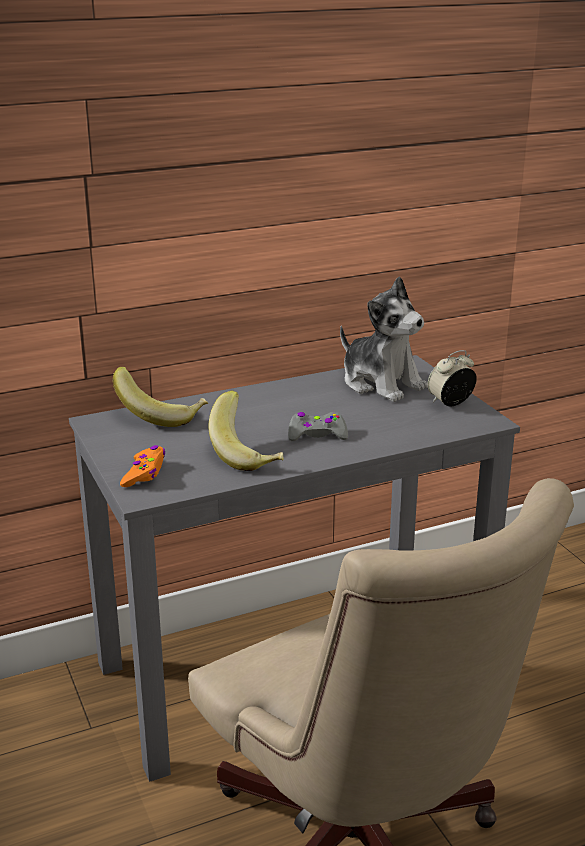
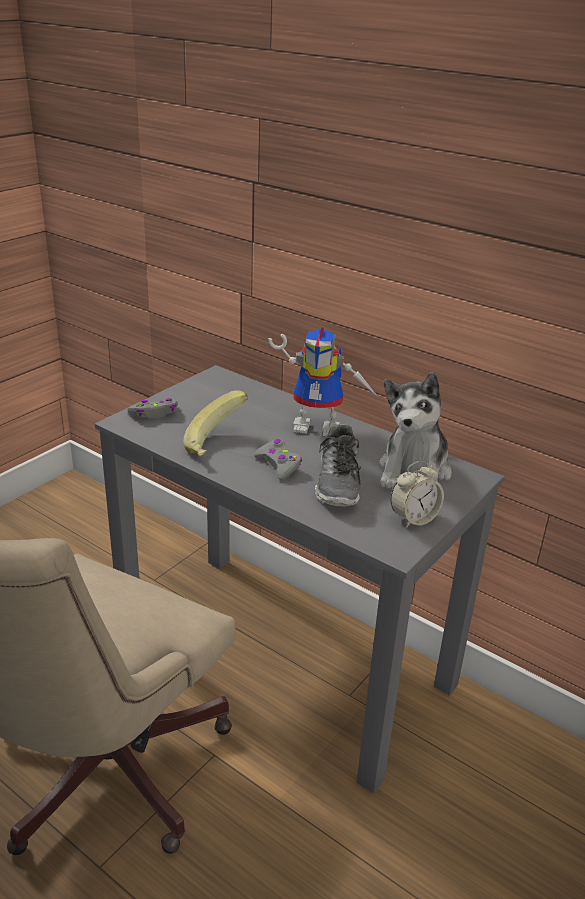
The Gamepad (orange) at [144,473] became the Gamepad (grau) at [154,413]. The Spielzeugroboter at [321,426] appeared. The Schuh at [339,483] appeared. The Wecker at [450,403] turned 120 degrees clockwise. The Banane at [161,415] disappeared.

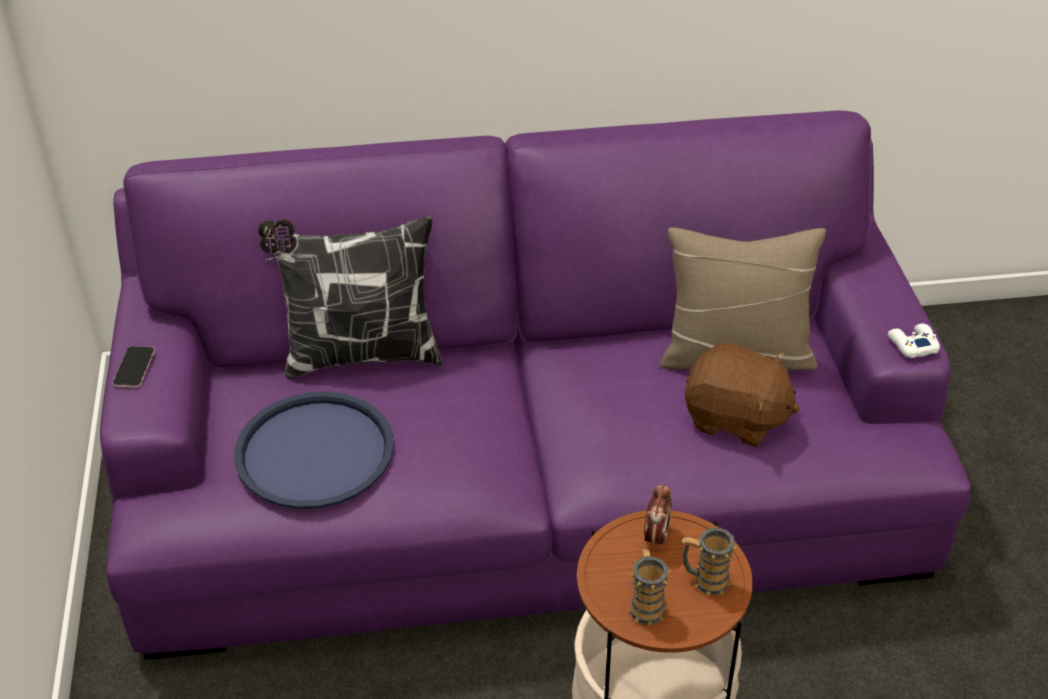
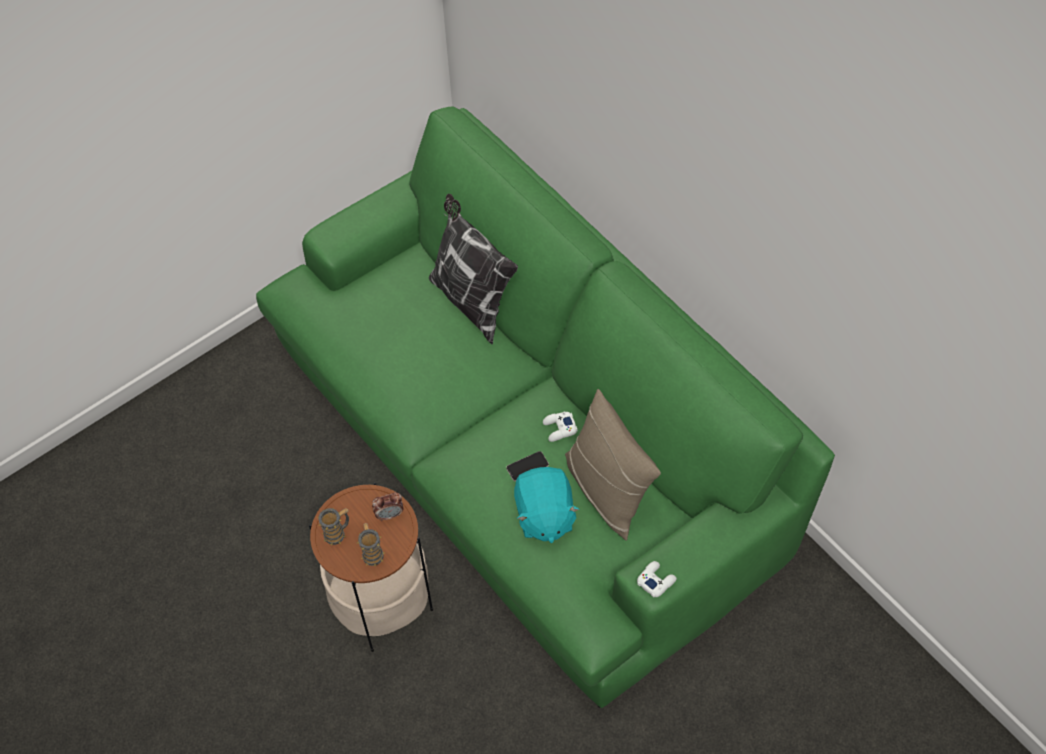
The Sofa (lila) at [525,477] became the Sofa (grün) at [527,443]. The Handy moved from [134,367] to [527,466]. The Plüschtier (braun) at [735,419] became the Plüschtier (türkis) at [544,516]. The Gamepad (weiß) at [559,429] appeared. The Tablett (blau) at [314,451] disappeared.

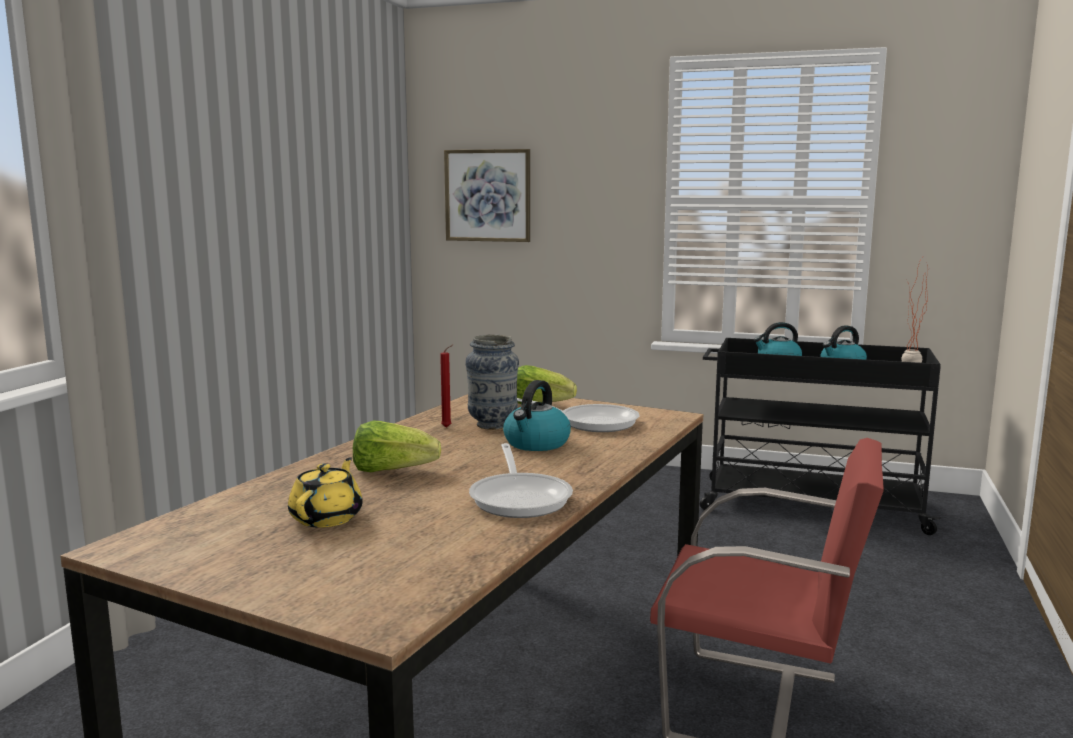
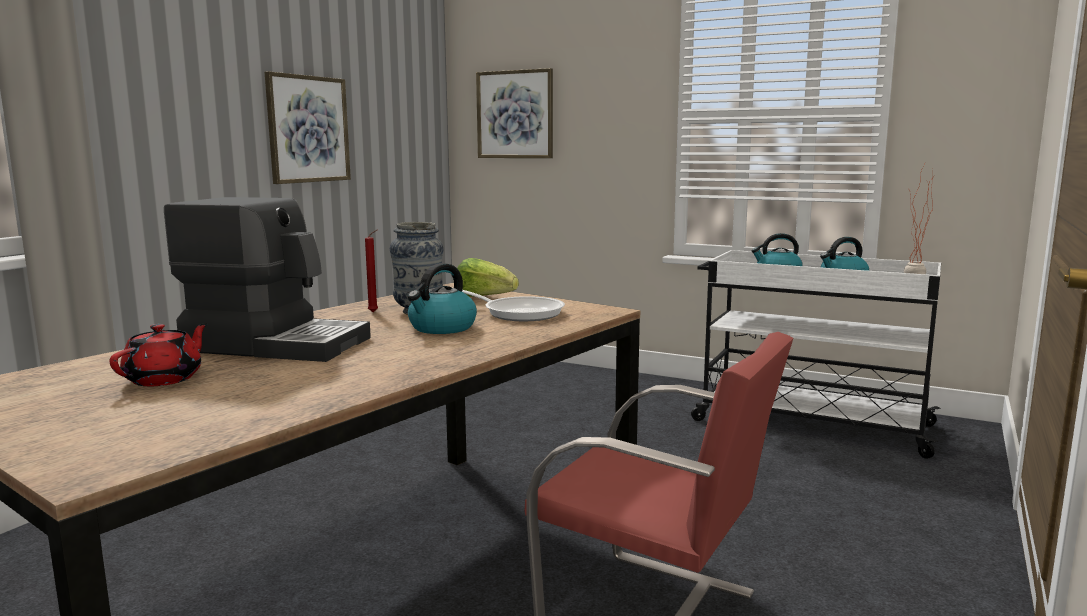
The Teekanne (gelb) at [327,518] became the Teekanne (rot) at [165,379]. The Salatkopf at [392,471] was replaced by the Kaffeemaschine at [277,344]. The Bild at [308,129] appeared. The Rollwagen (schwarz) at [810,506] became the Rollwagen (weiß) at [808,422]. The Pfanne at [520,498] disappeared.

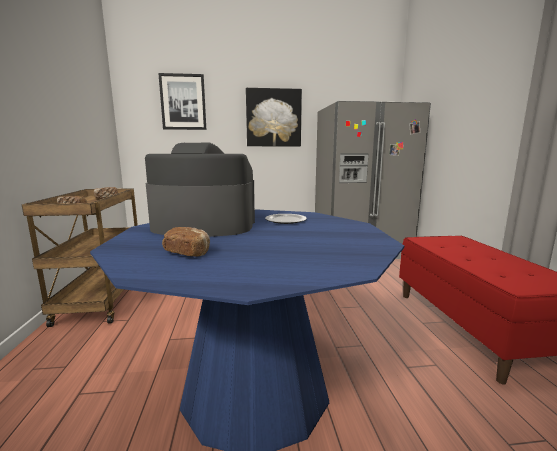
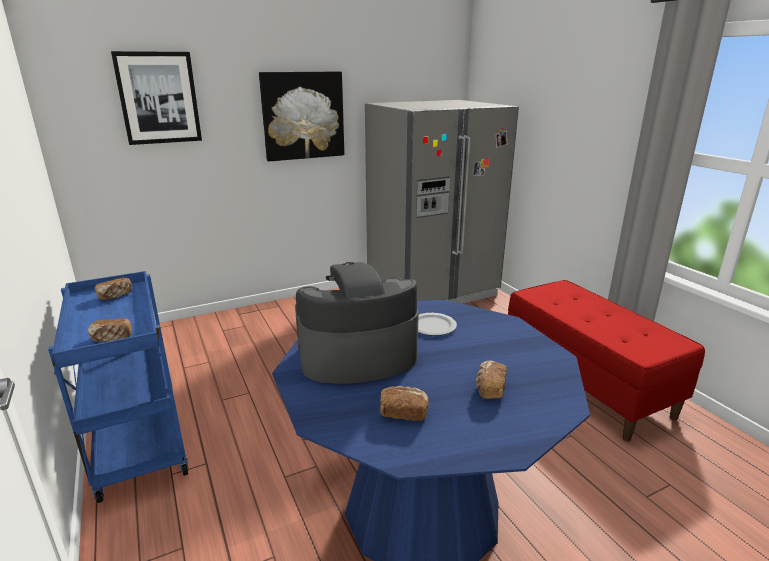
The Rollwagen (braun) at [101,300] became the Rollwagen (blau) at [138,443]. The Brot at [489,389] appeared.

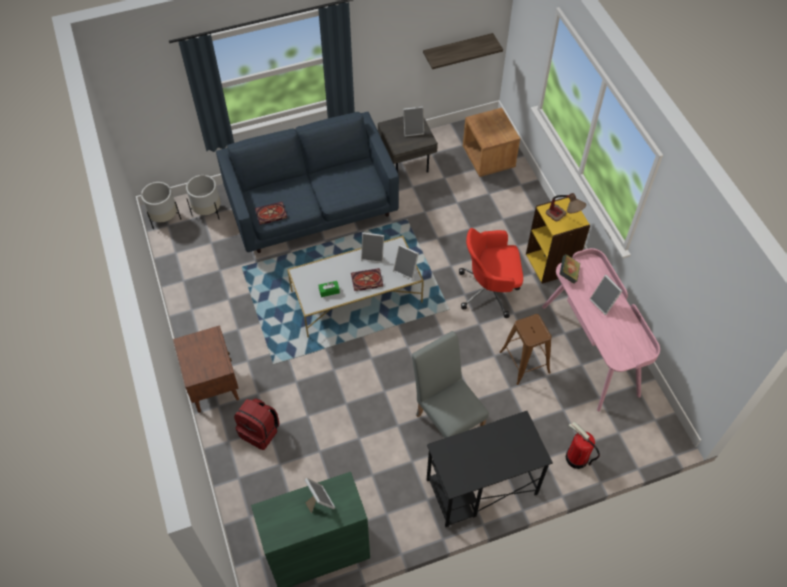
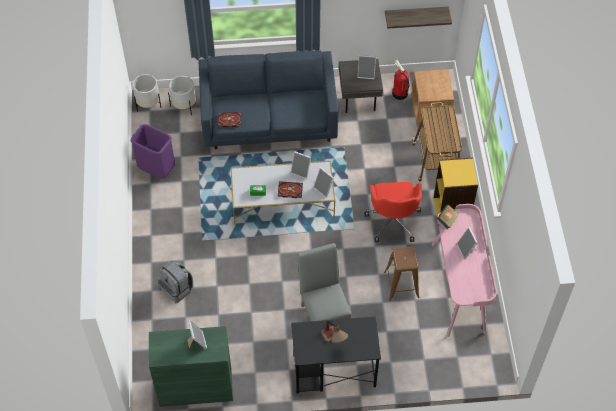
The Mülleimer (lila) at [157,169] appeared. The Rucksack (rot) at [260,431] became the Rucksack (grau) at [177,289]. The Tischlampe moved from [563,219] to [334,341]. The Bürostuhl (rot) at [490,290] turned 105 degrees counterclockwise. The Feuerlöscher moved from [576,458] to [399,93]. The Rollwagen at [435,162] appeared. The Nachttisch (braun) at [214,386] disappeared.

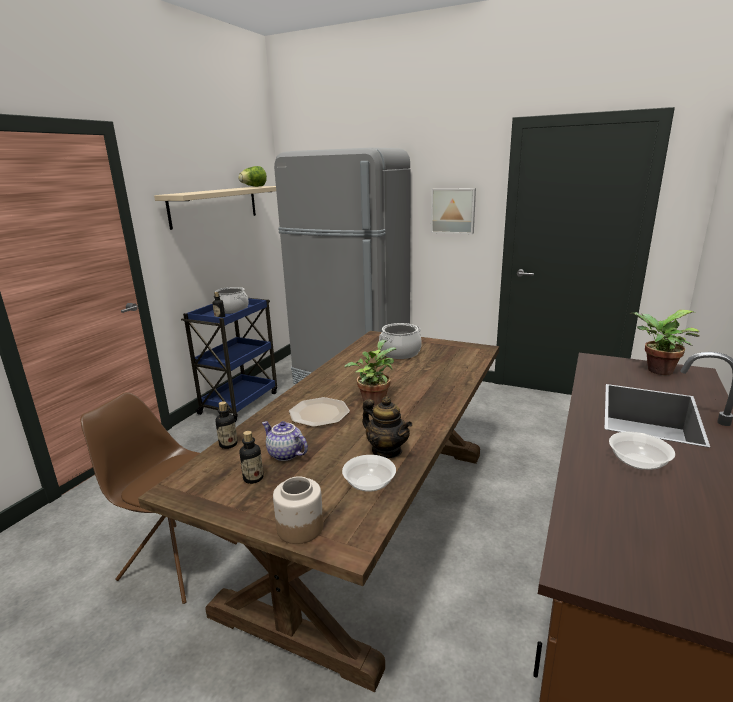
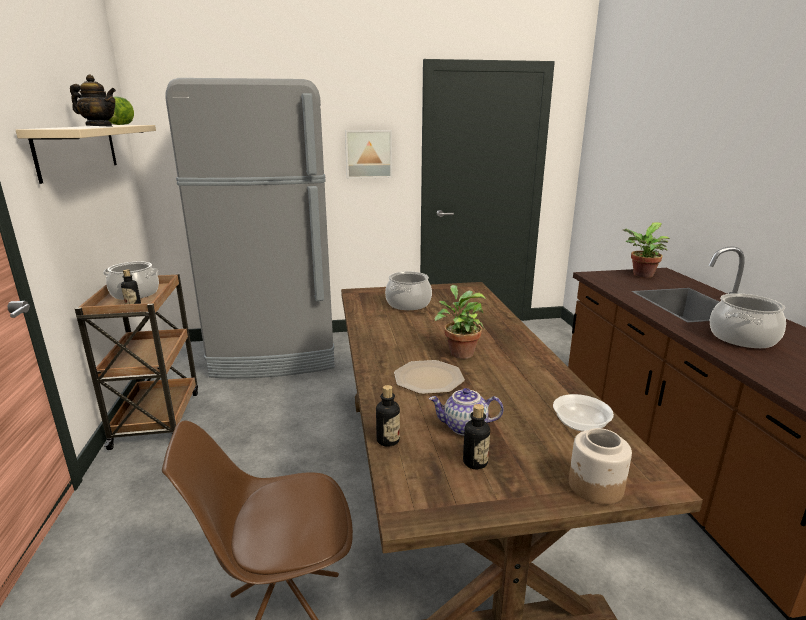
The Teekanne moved from [387,451] to [99,126]. The Rollwagen (blau) at [240,402] became the Rollwagen (braun) at [157,417]. The Schüssel at [638,462] was replaced by the Kochtopf at [743,338].

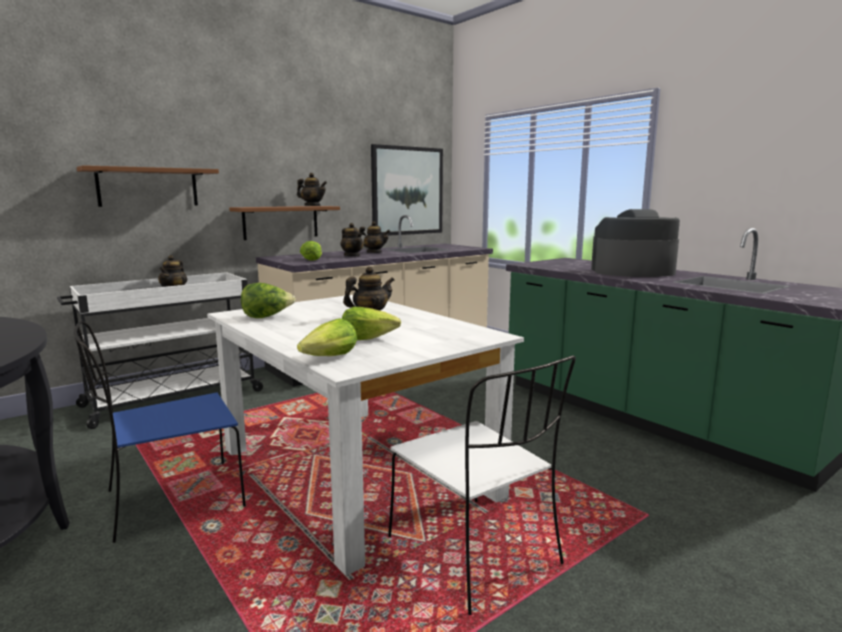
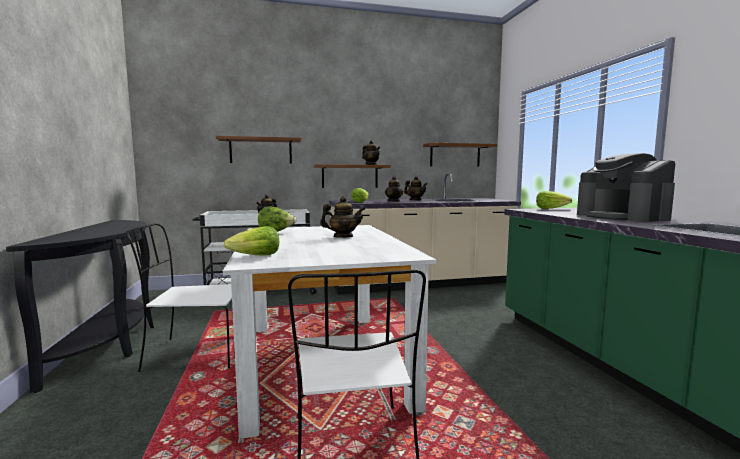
The Stuhl (blau) at [171,501] became the Stuhl (weiß) at [194,353]. The Bild at [407,191] was replaced by the Wandregal (braun) at [455,155]. The Salatkopf moved from [368,338] to [551,208]. The Kaffeemaschine at [632,272] turned 135 degrees counterclockwise.

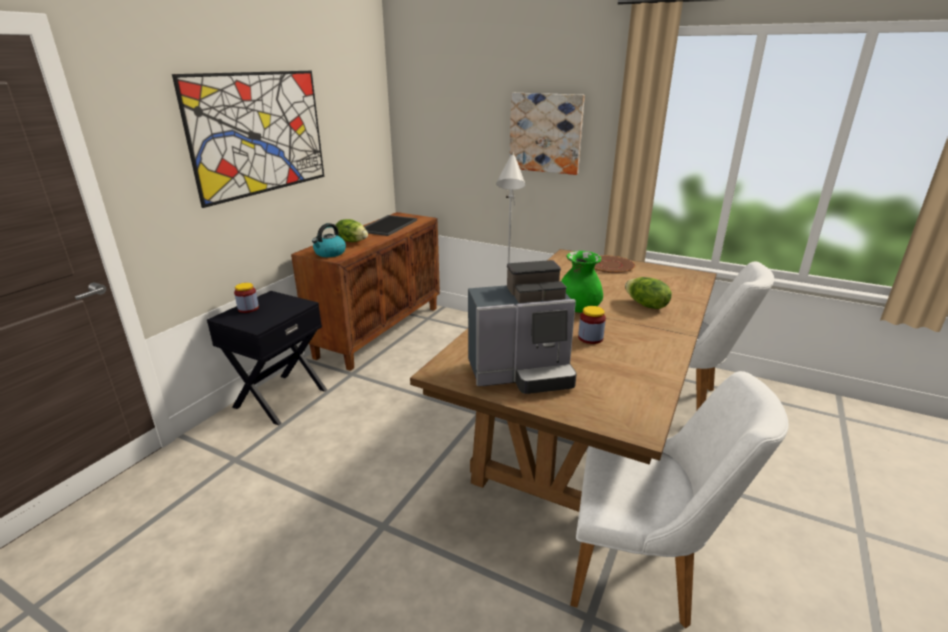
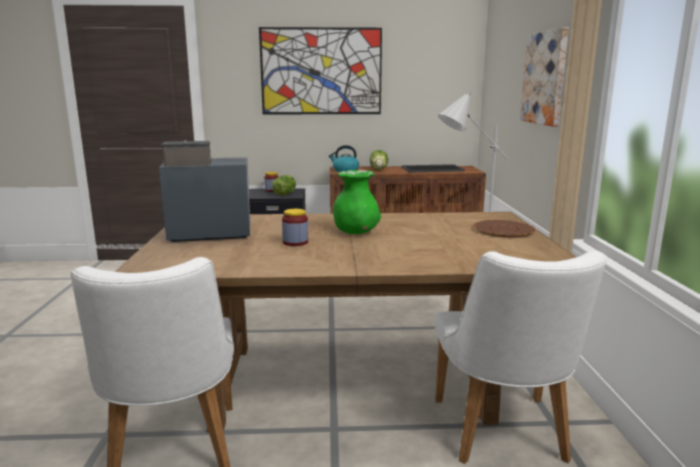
The Kaffeemaschine at [522,373] turned 120 degrees clockwise. The Salatkopf moved from [646,305] to [284,194].

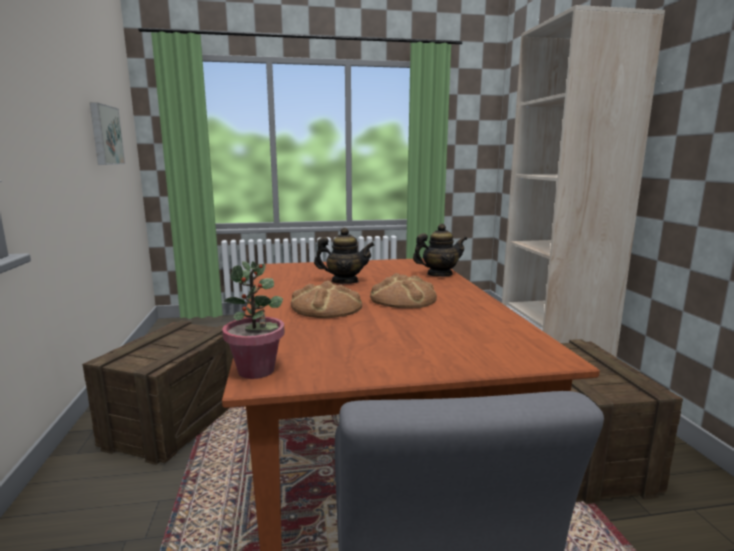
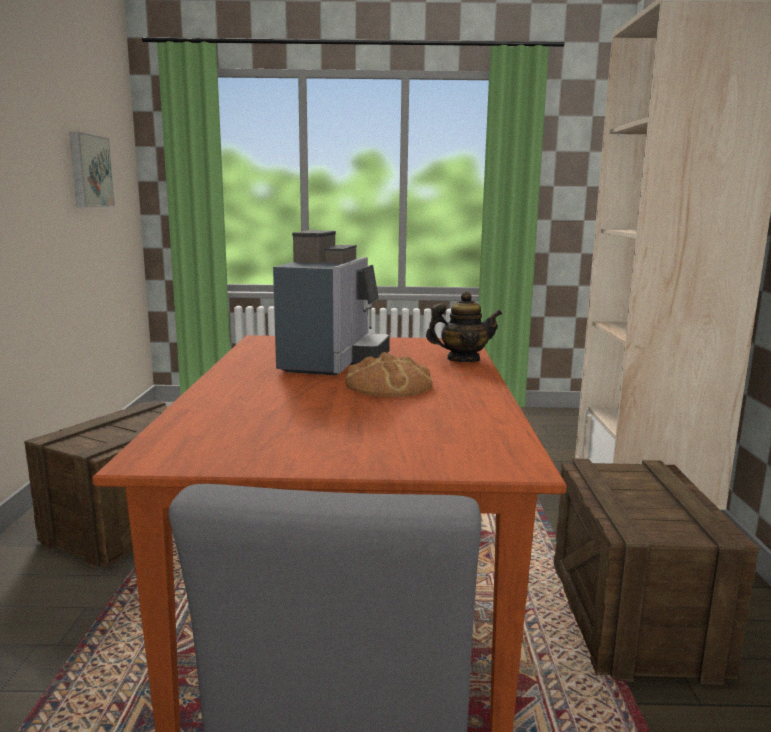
The Teekanne at [344,281] was replaced by the Kaffeemaschine at [333,361]. The Topfpflanze at [256,370] disappeared. The Brot at [326,307] disappeared.

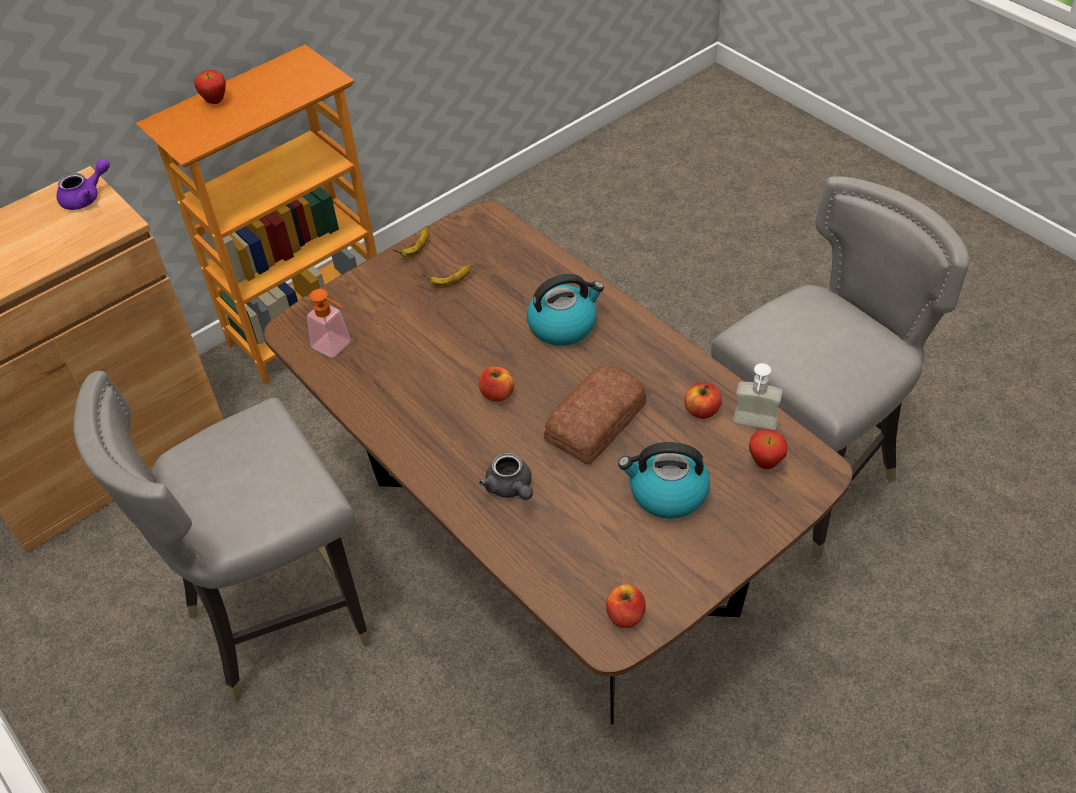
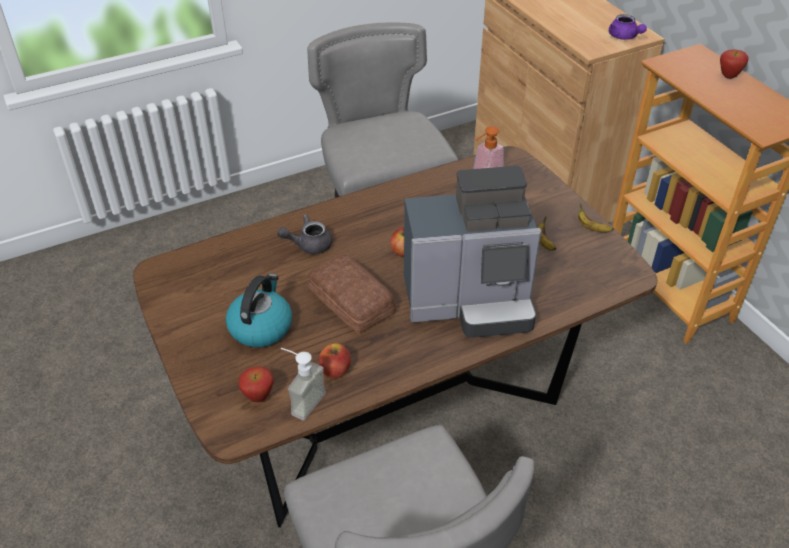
The Wasserkessel at [563,325] was replaced by the Kaffeemaschine at [470,302]. The Apfel at [625,615] disappeared.

